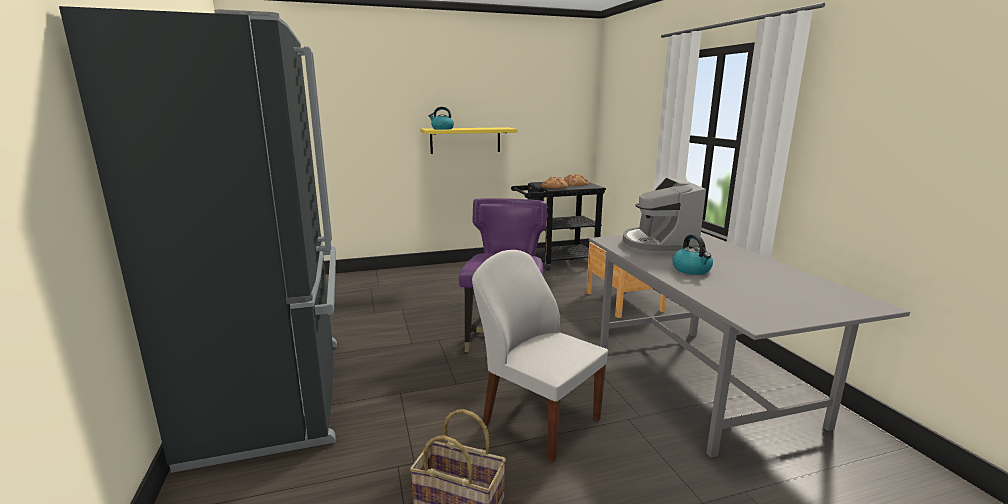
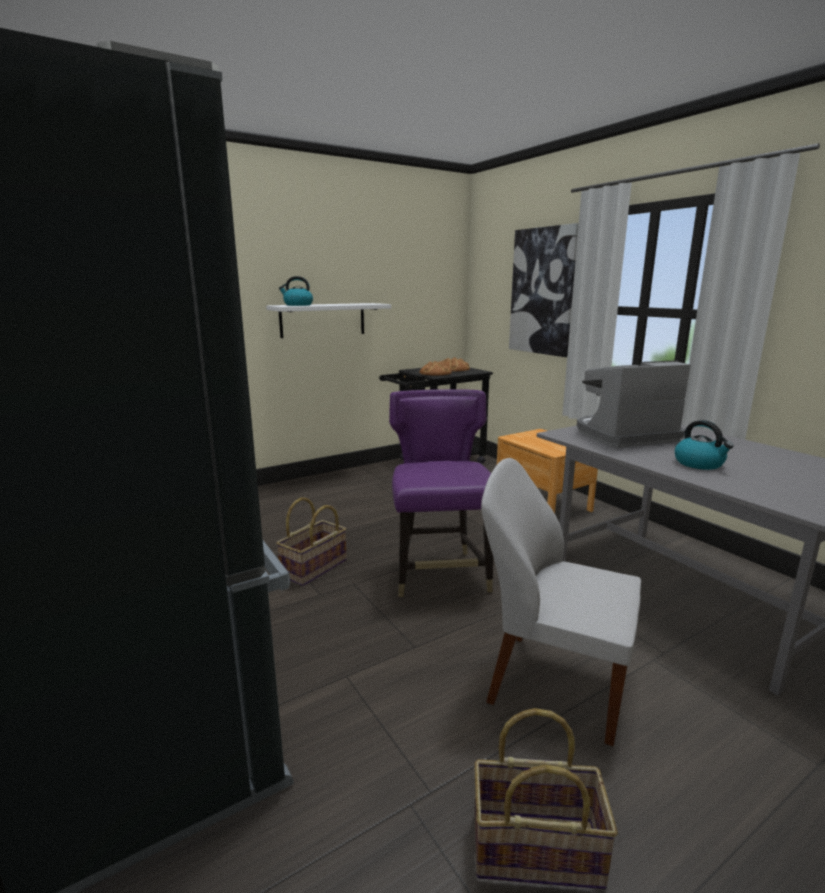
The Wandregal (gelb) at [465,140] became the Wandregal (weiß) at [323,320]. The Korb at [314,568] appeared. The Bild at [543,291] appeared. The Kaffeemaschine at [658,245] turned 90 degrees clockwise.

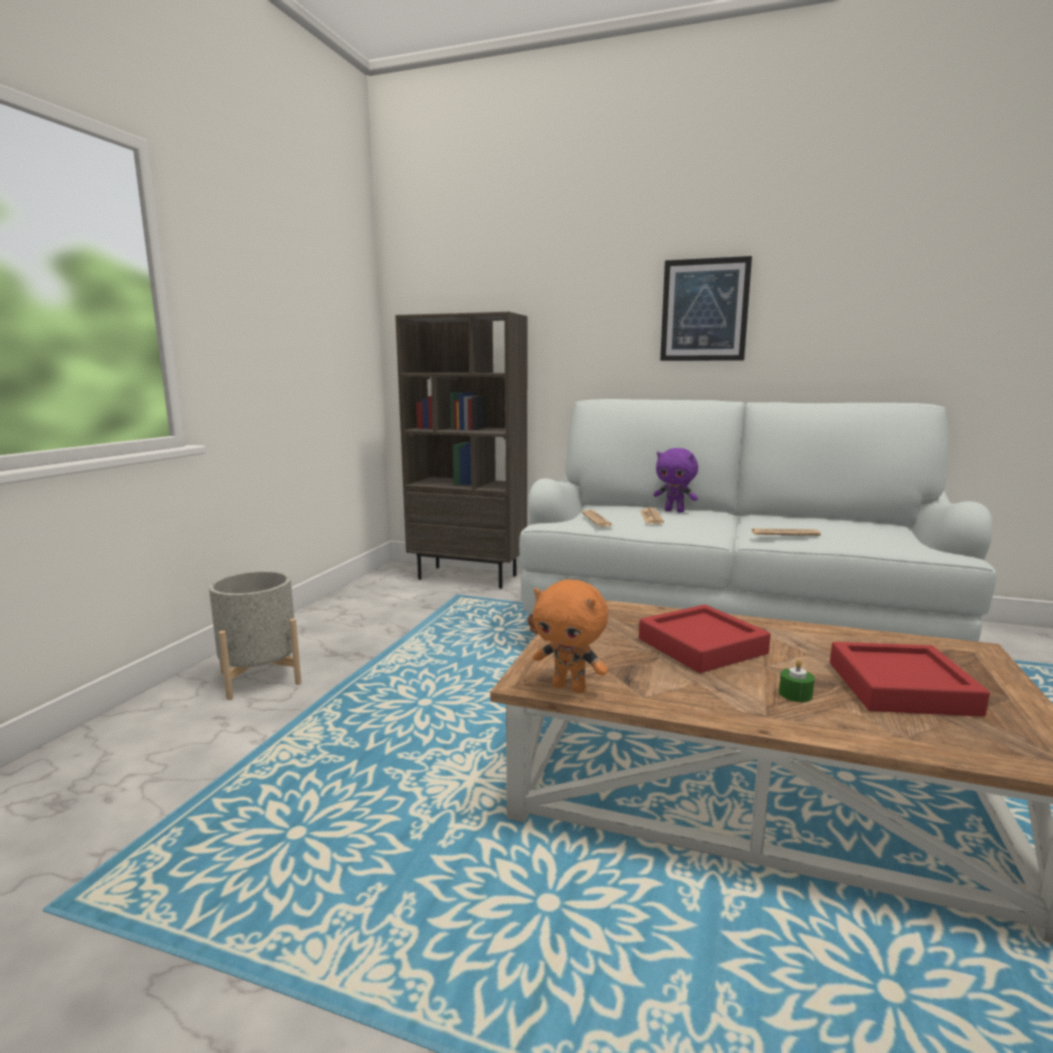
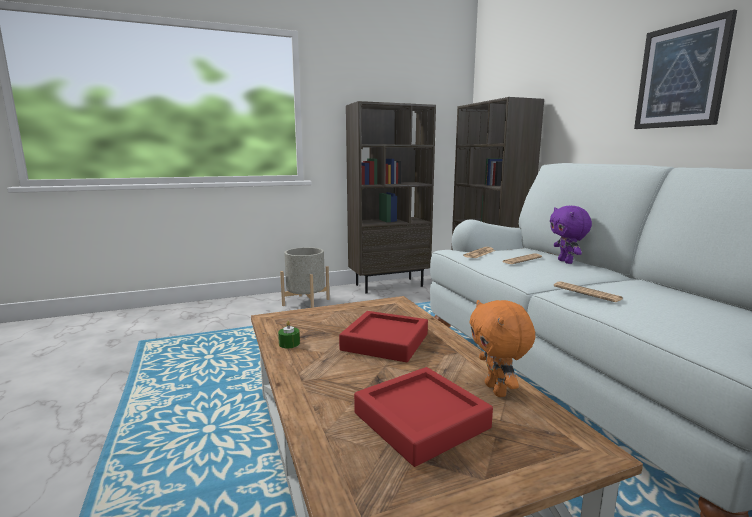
The Kerze (grün) moved from [795,694] to [289,343]. The Bücherregal (braun) at [389,285] appeared. The Plüschtier (orange) moved from [570,687] to [497,390].

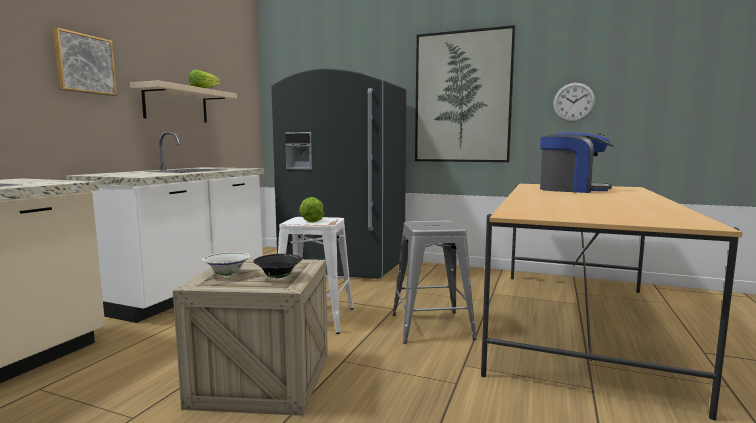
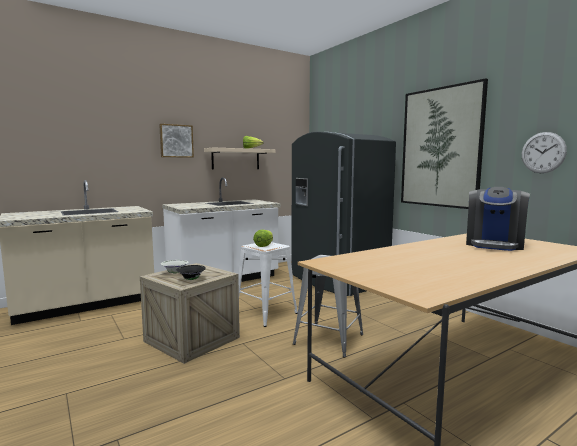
The Kaffeemaschine at [572,189] turned 60 degrees clockwise.

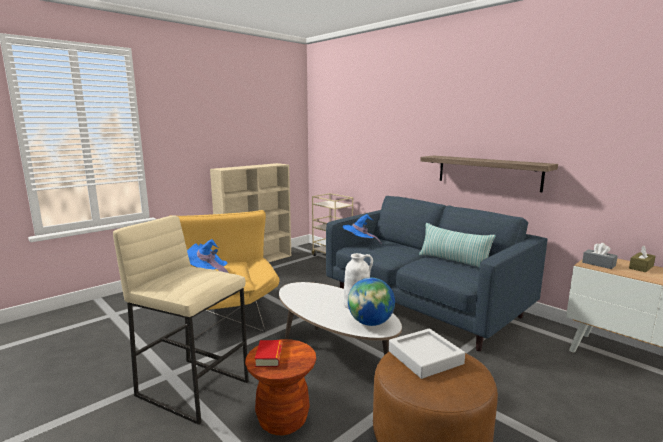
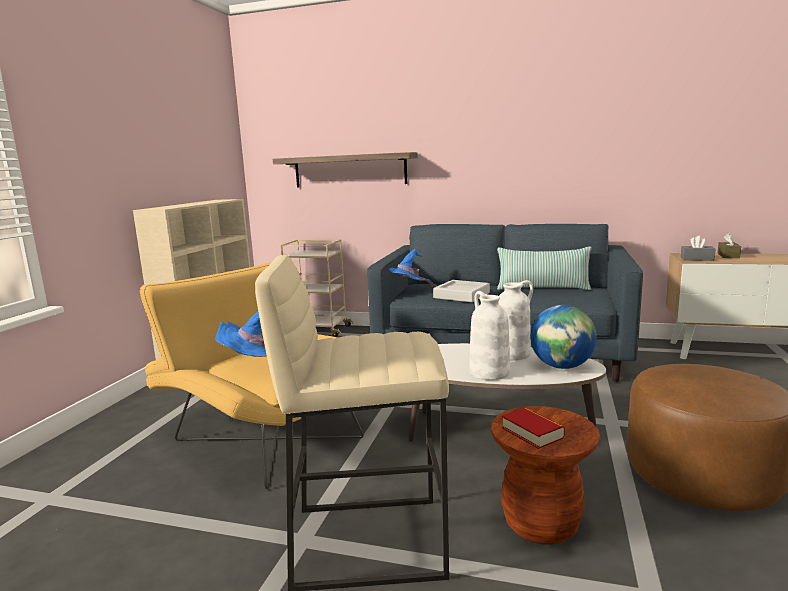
The Wandregal moved from [487,172] to [349,170]. The Tablett (grau) moved from [425,357] to [461,295]. The Vase (weiß) at [488,372] appeared.

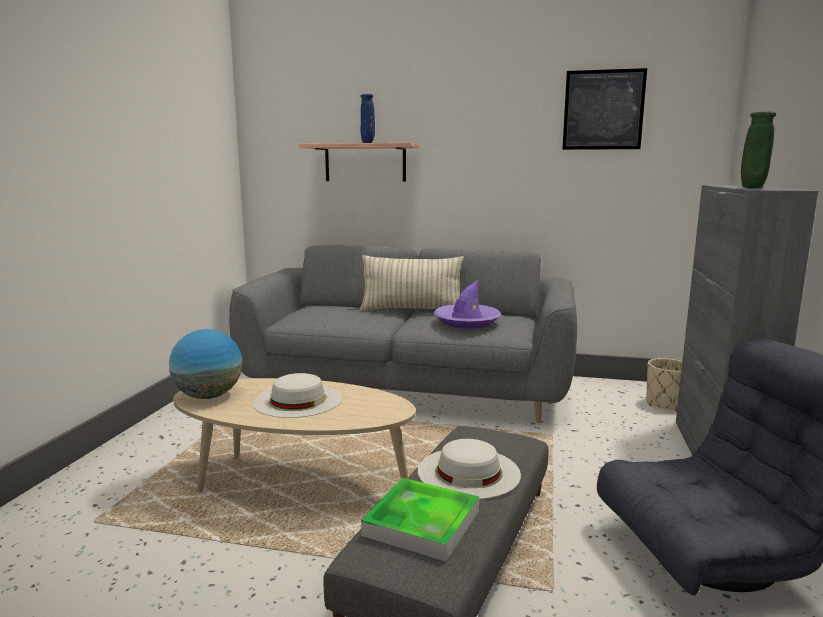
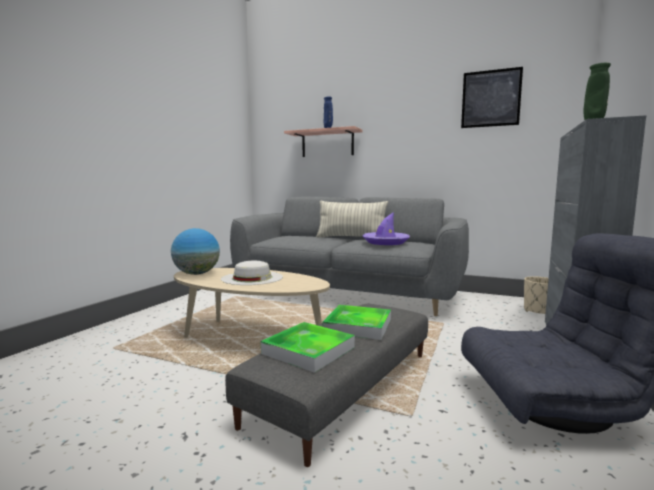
The Hut (weiß) at [468,472] was replaced by the Tablett at [358,326].

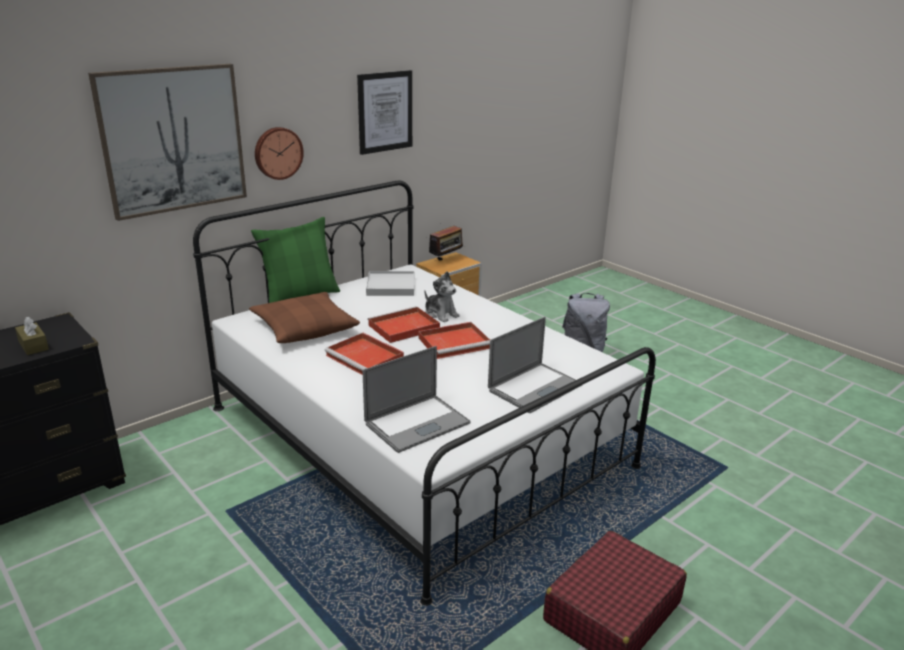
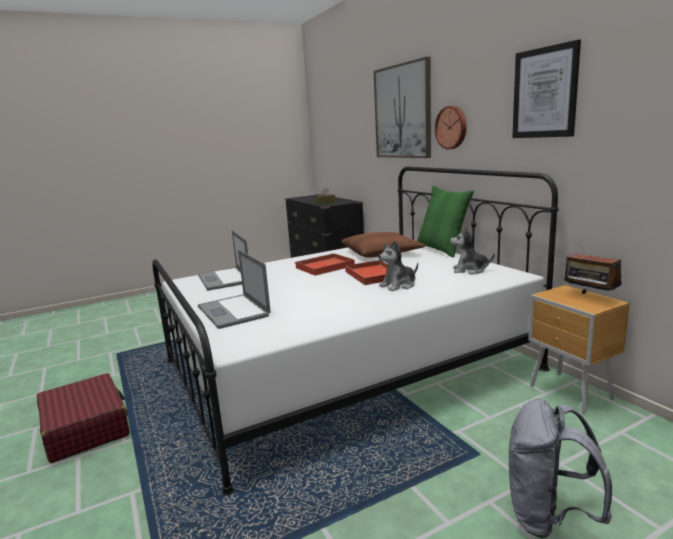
The Tablett (weiß) at [391,286] was replaced by the Plüschtier at [470,270]. The Tablett (rot) at [455,342] disappeared.

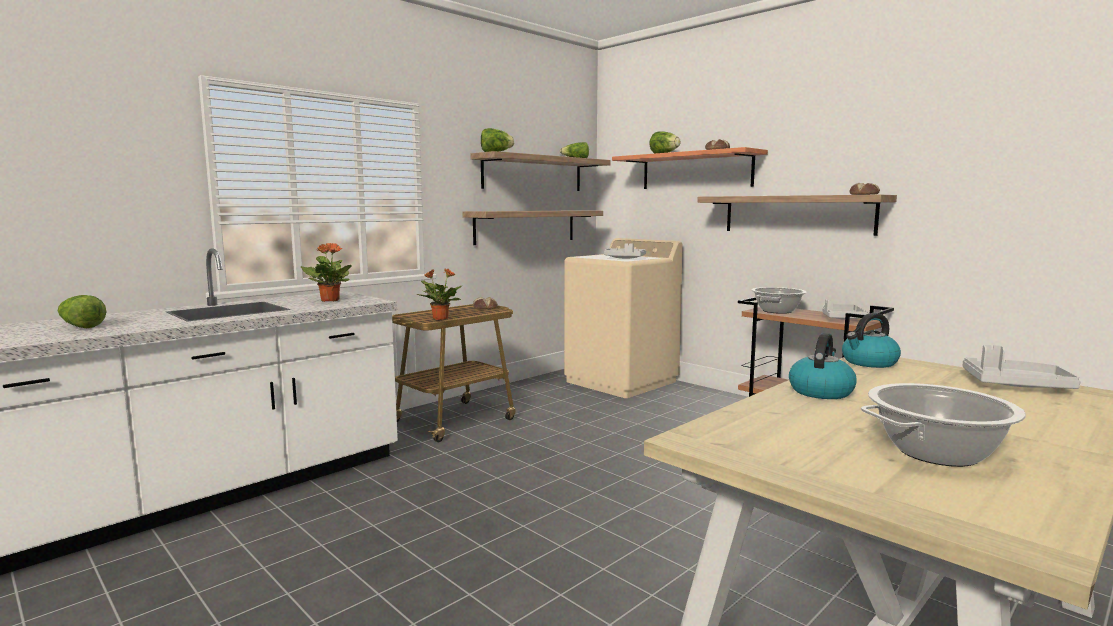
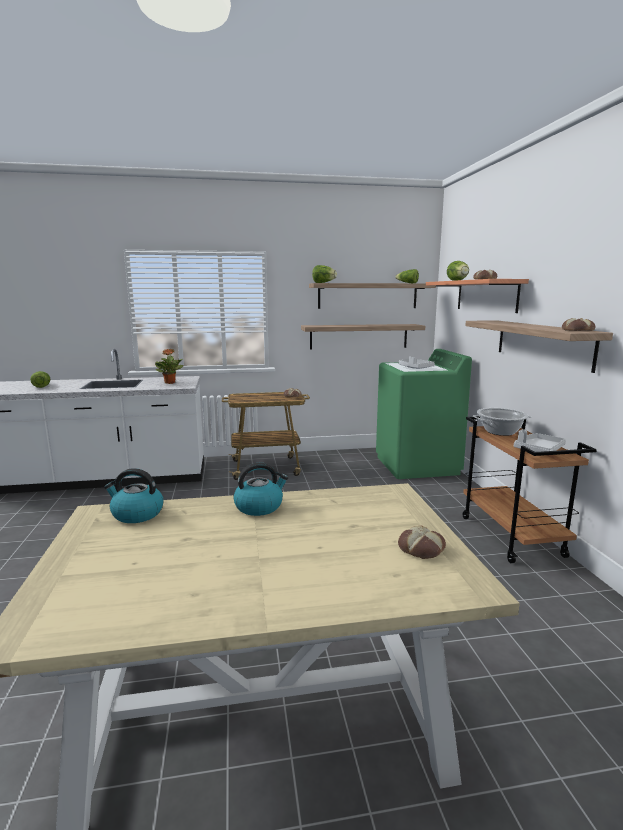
The Wasserkessel moved from [869,362] to [136,514]. The Waschmaschine (beige) at [621,382] became the Waschmaschine (grün) at [417,465]. The Tablett (grau) at [1015,385] was replaced by the Brot at [422,549]. The Topfpflanze at [439,318] disappeared. The Kochtopf at [937,453] disappeared.

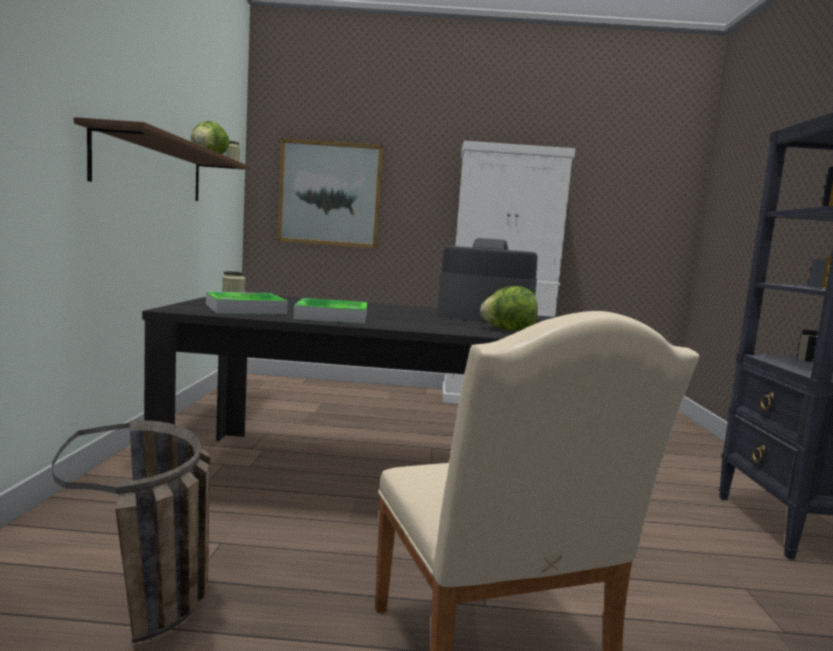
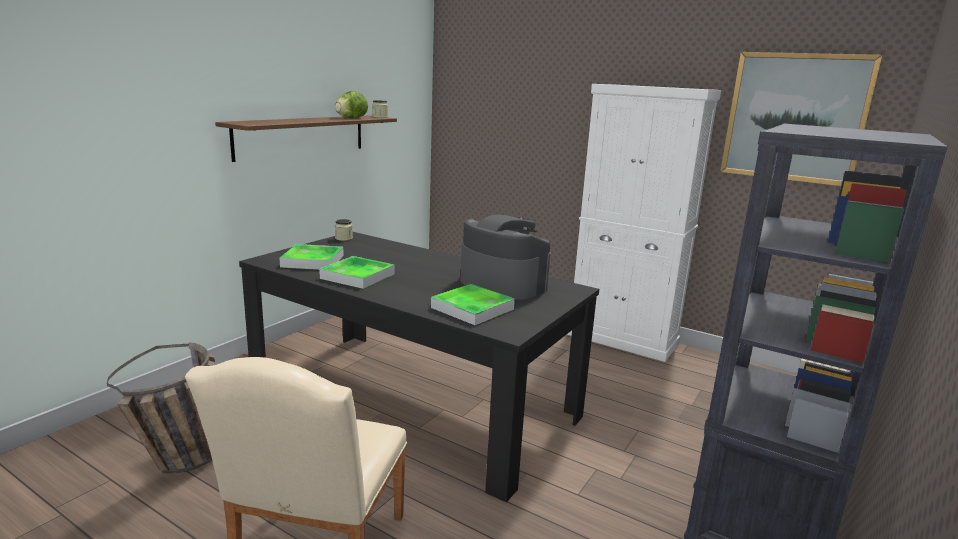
The Salatkopf at [508,330] was replaced by the Tablett at [472,308]. The Bild moved from [330,194] to [795,117].

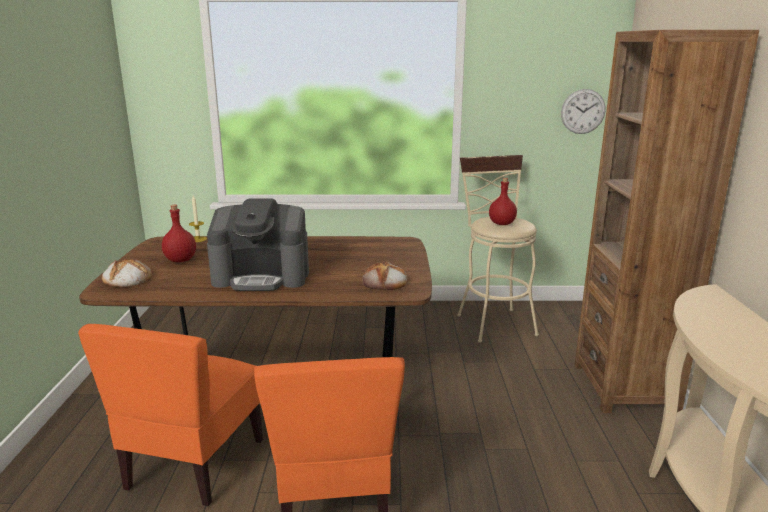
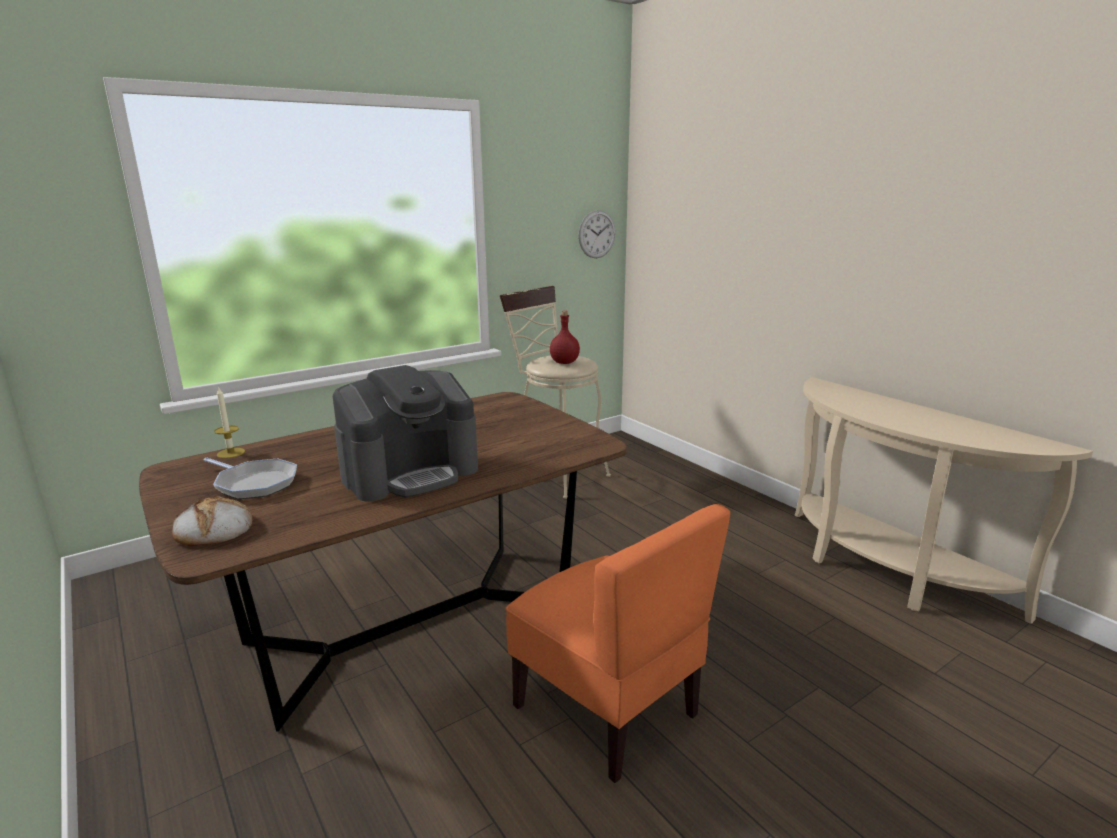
The Flasche (rot) at [180,260] was replaced by the Pfanne at [254,483]. The Stuhl (orange) at [194,464] disappeared. The Brot at [385,282] disappeared. The Bücherregal (braun) at [624,387] disappeared.

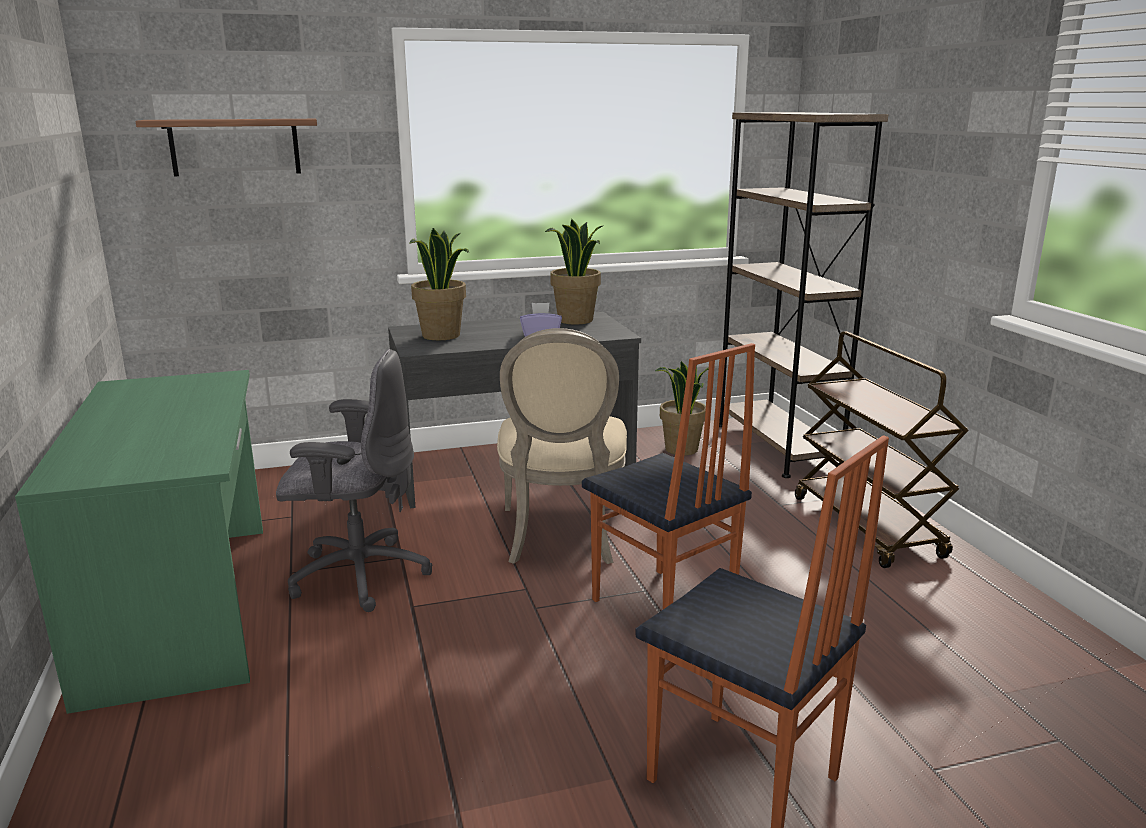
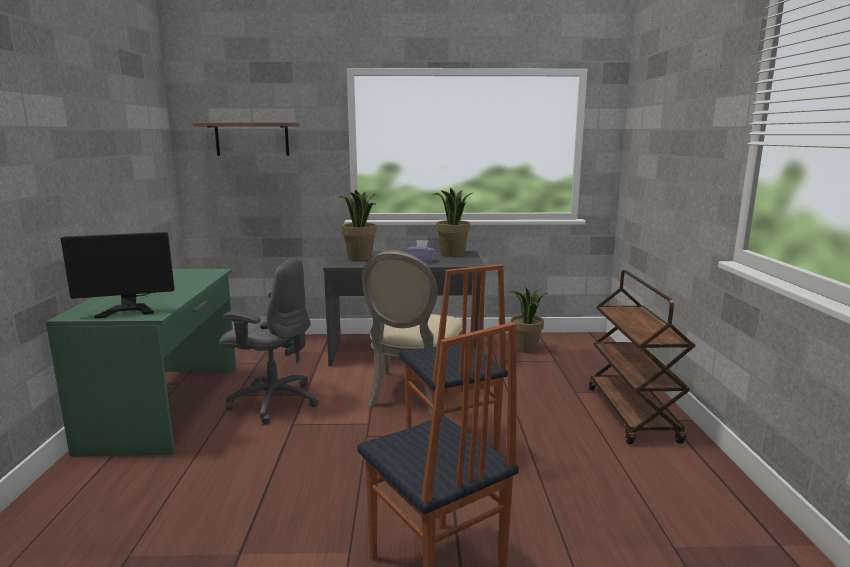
The Monitor at [131,307] appeared. The Bücherregal (braun) at [777,446] disappeared.

